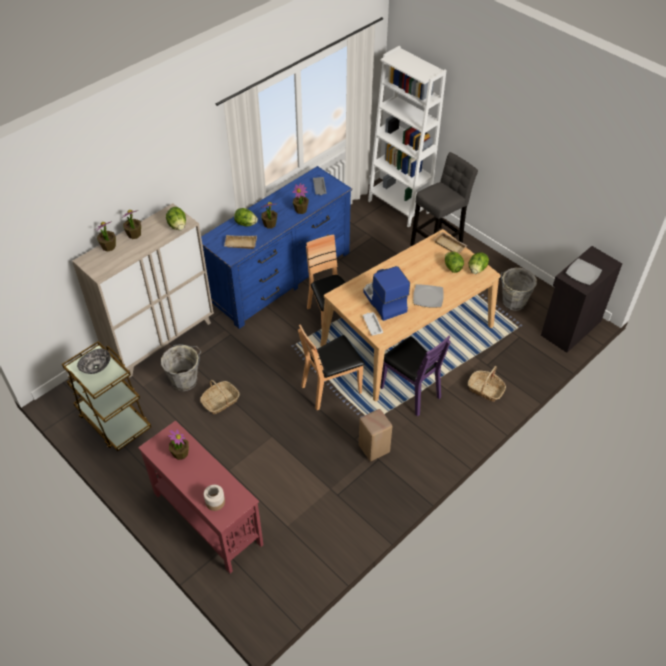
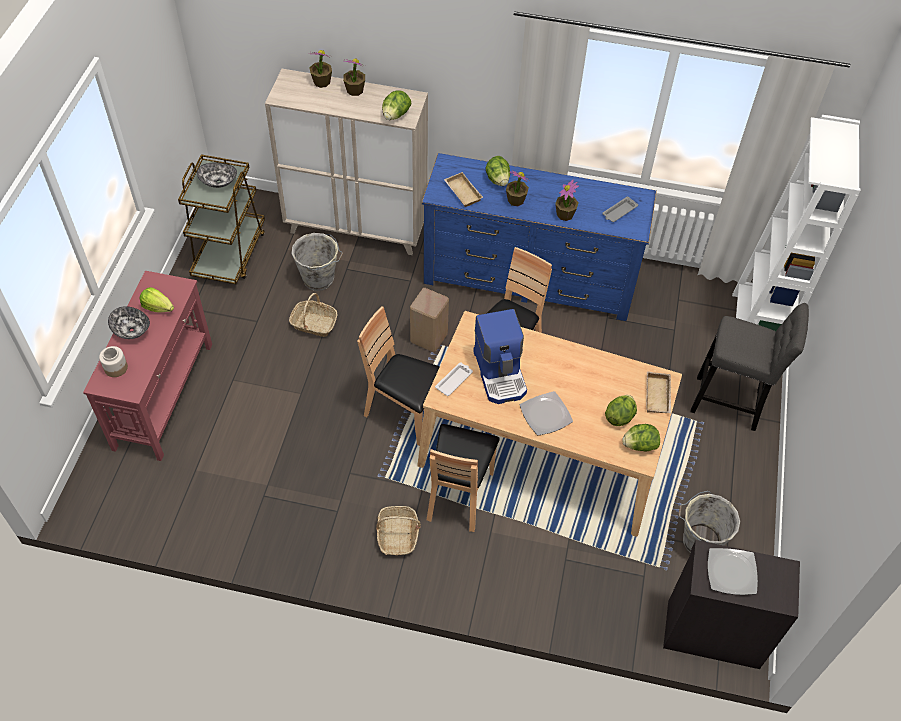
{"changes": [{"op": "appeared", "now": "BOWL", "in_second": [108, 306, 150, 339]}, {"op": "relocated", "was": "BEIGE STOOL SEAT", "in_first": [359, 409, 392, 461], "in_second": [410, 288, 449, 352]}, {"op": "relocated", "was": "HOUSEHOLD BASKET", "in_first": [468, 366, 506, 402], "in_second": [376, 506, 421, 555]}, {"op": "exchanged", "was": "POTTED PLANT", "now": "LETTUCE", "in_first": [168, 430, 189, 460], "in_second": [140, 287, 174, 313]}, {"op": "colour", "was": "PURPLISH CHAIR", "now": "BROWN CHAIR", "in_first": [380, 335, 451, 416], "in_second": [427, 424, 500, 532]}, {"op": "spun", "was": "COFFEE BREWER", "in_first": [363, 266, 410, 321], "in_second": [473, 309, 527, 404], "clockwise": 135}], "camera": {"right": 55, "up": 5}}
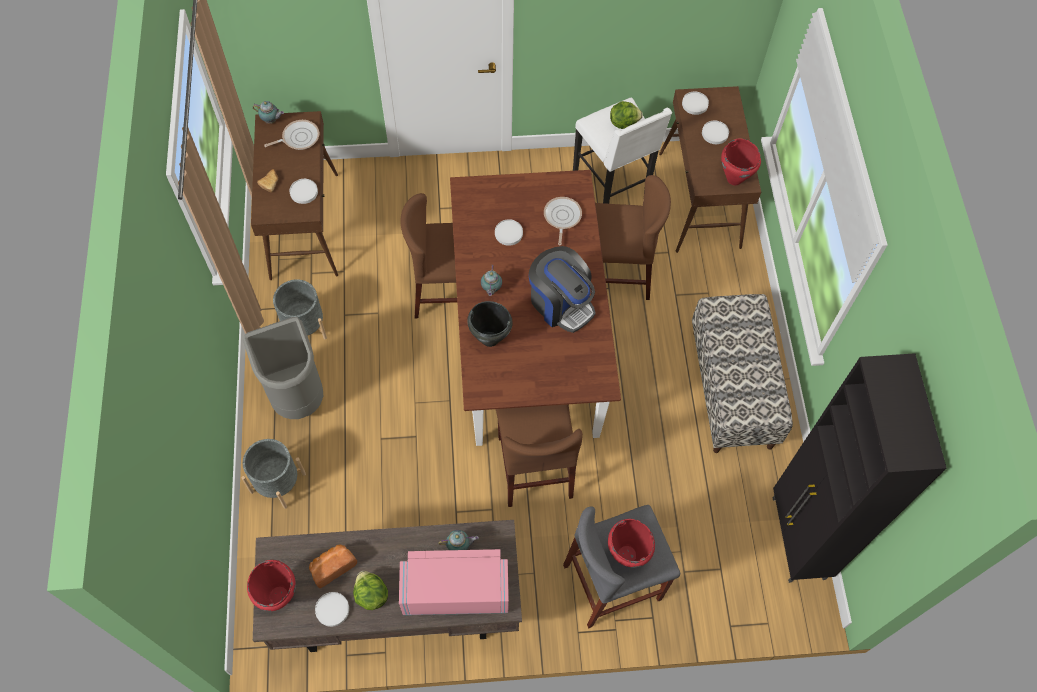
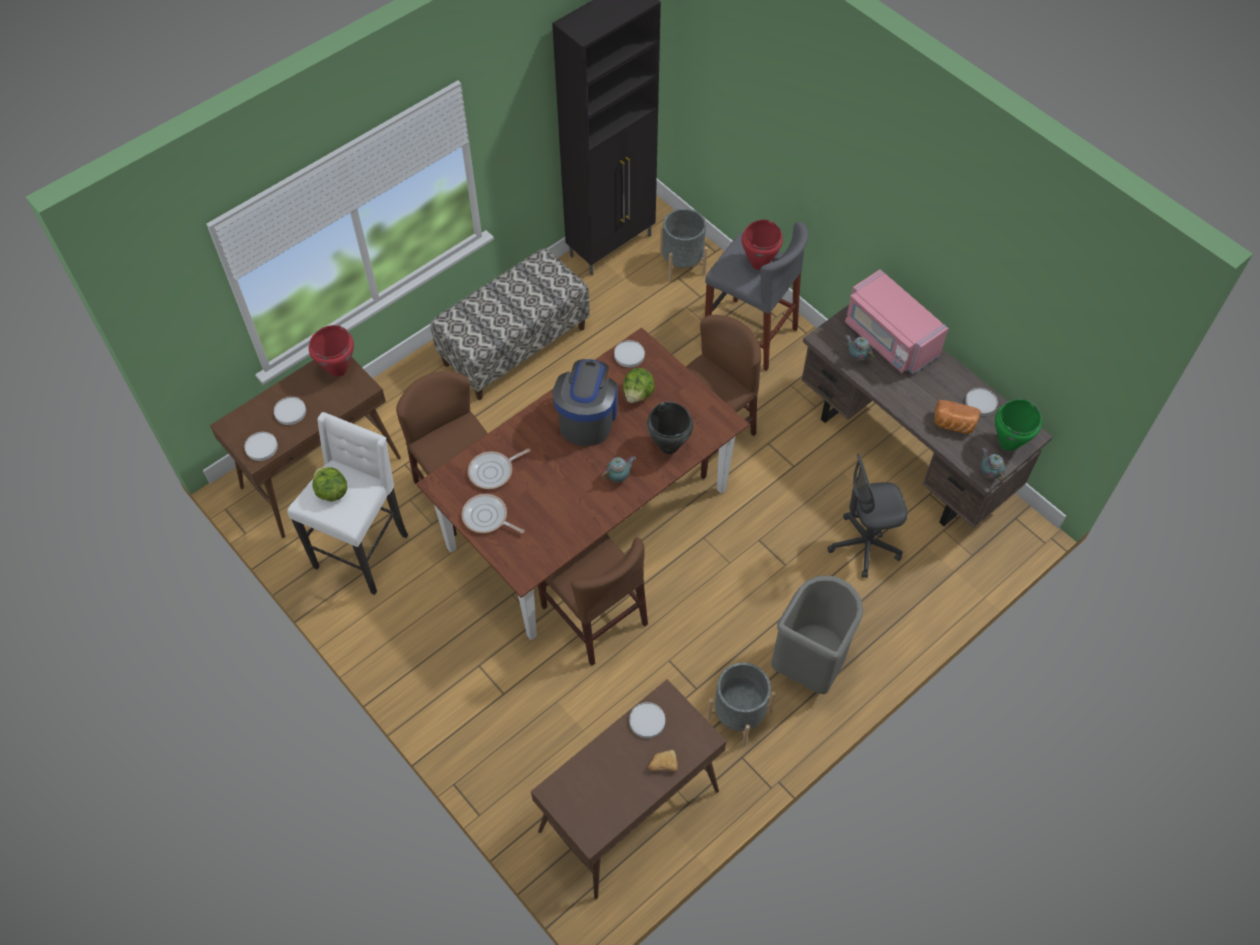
{"changes": [{"op": "appeared", "now": "GREYISH OFFICE CHAIR", "in_second": [827, 453, 908, 578]}, {"op": "relocated", "was": "GREYISH PLANTER", "in_first": [241, 439, 306, 509], "in_second": [660, 208, 708, 281]}, {"op": "relocated", "was": "POT FOR TEA", "in_first": [253, 101, 284, 124], "in_second": [980, 448, 1005, 481]}, {"op": "relocated", "was": "PAN", "in_first": [264, 120, 319, 150], "in_second": [462, 494, 524, 533]}, {"op": "relocated", "was": "LETTUCE", "in_first": [353, 571, 388, 610], "in_second": [623, 368, 655, 403]}, {"op": "relocated", "was": "WHITE-COLOURED DINNER PLATE", "in_first": [495, 219, 523, 246], "in_second": [614, 340, 645, 368]}, {"op": "colour", "was": "RED SAUCEPOT", "now": "GREEN SAUCEPOT", "in_first": [247, 560, 296, 611], "in_second": [995, 399, 1042, 451]}], "camera": {"right": -125, "up": -5}}
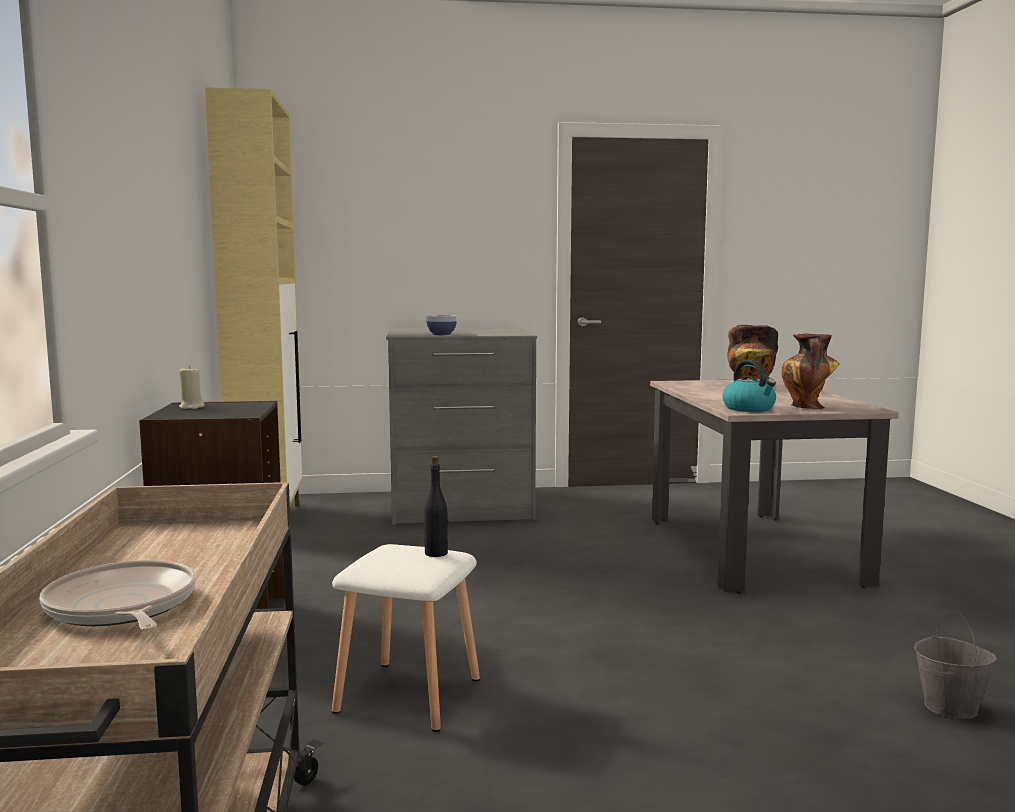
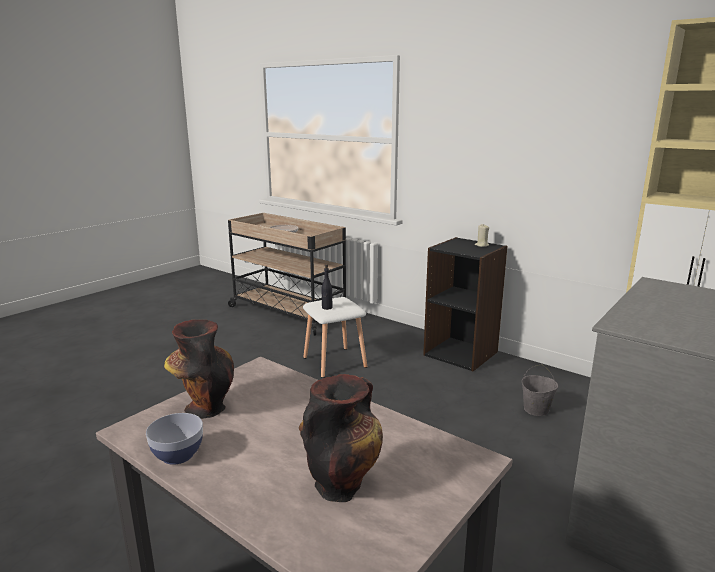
{"changes": [{"op": "missing", "was": "WATER KETTLE", "in_first": [722, 359, 776, 412]}, {"op": "relocated", "was": "BOWL", "in_first": [426, 315, 457, 335], "in_second": [146, 413, 203, 465]}, {"op": "relocated", "was": "GREYISH PAIL", "in_first": [914, 611, 997, 719], "in_second": [522, 364, 558, 416]}], "camera": {"right": 135, "up": 10}}
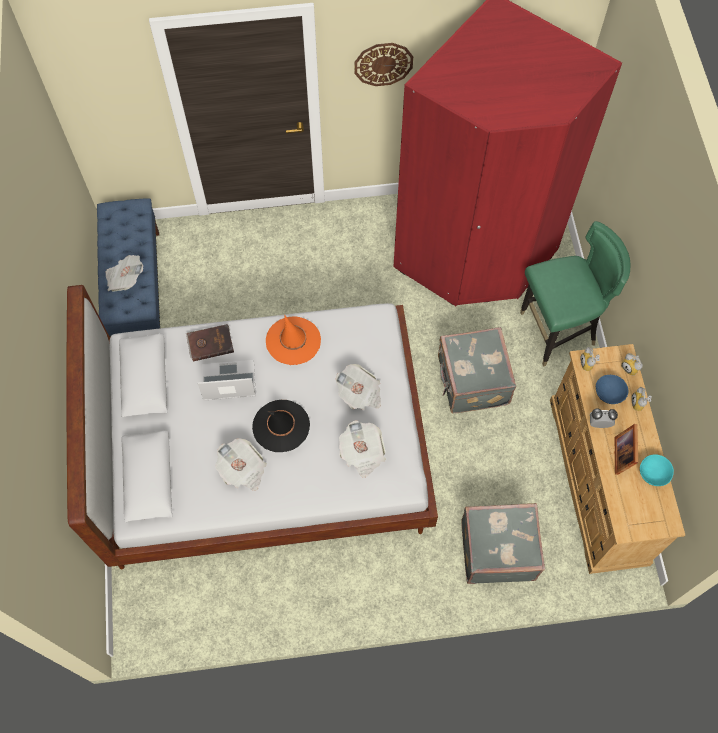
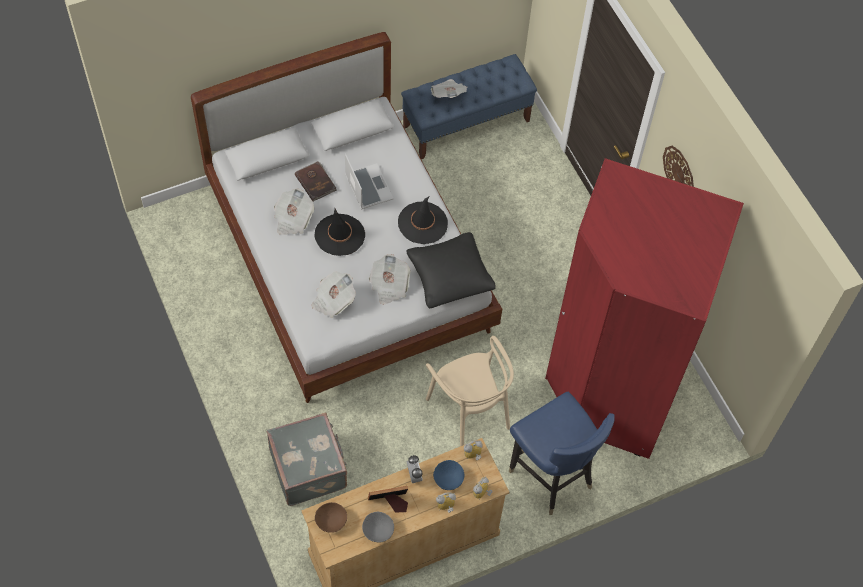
{"changes": [{"op": "appeared", "now": "BROWN BOWL", "in_second": [315, 502, 347, 533]}, {"op": "appeared", "now": "BLACKISH PILLOW", "in_second": [406, 232, 496, 308]}, {"op": "relocated", "was": "BROWN VOLUME", "in_first": [186, 324, 234, 361], "in_second": [295, 161, 336, 201]}, {"op": "exchanged", "was": "GREYISH SUITCASE", "now": "BEIGE CHAIR", "in_first": [438, 327, 516, 413], "in_second": [426, 336, 514, 446]}, {"op": "colour", "was": "ORANGE WEARABLE HAT", "now": "BLACKISH WEARABLE HAT", "in_first": [266, 315, 321, 365], "in_second": [398, 197, 448, 244]}, {"op": "colour", "was": "GREEN CHAIR", "now": "BLUE-COLOURED CHAIR", "in_first": [520, 221, 630, 367], "in_second": [509, 391, 615, 515]}, {"op": "colour", "was": "TURQUOISE BOWL", "now": "GREYISH BOWL", "in_first": [640, 454, 674, 486], "in_second": [362, 512, 394, 543]}], "camera": {"right": 70, "up": -5}}
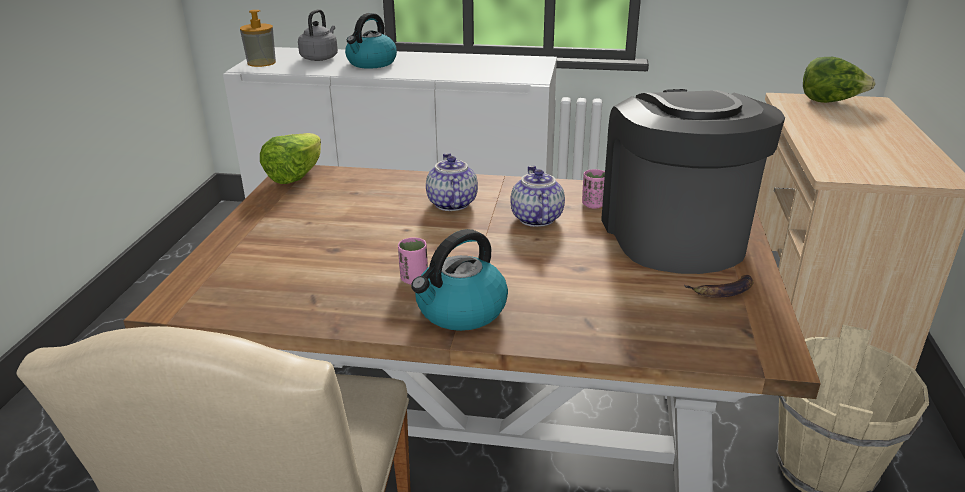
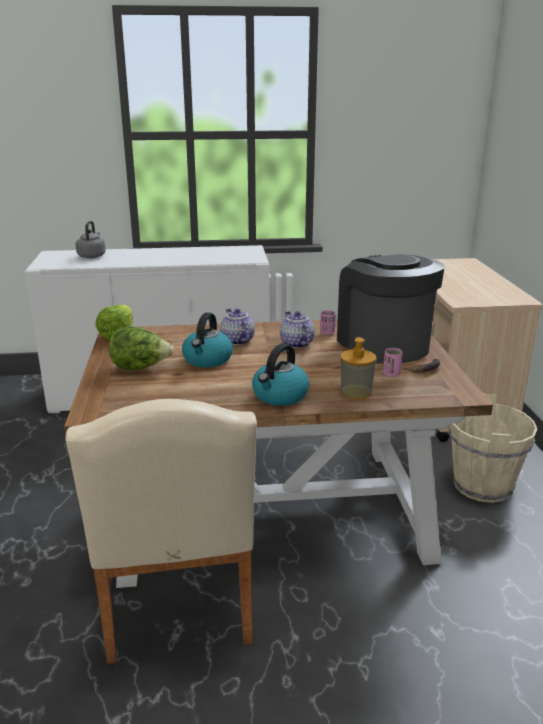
{"changes": [{"op": "relocated", "was": "LIQUID SOAP BOTTLE", "in_first": [240, 10, 276, 67], "in_second": [340, 337, 377, 399]}, {"op": "relocated", "was": "WATER KETTLE", "in_first": [345, 13, 397, 69], "in_second": [182, 312, 233, 368]}, {"op": "relocated", "was": "PINKISH DRINKING CUP", "in_first": [398, 237, 428, 285], "in_second": [383, 348, 403, 377]}, {"op": "relocated", "was": "LETTUCE", "in_first": [803, 57, 875, 103], "in_second": [109, 327, 174, 371]}], "camera": {"right": -15, "up": -5}}
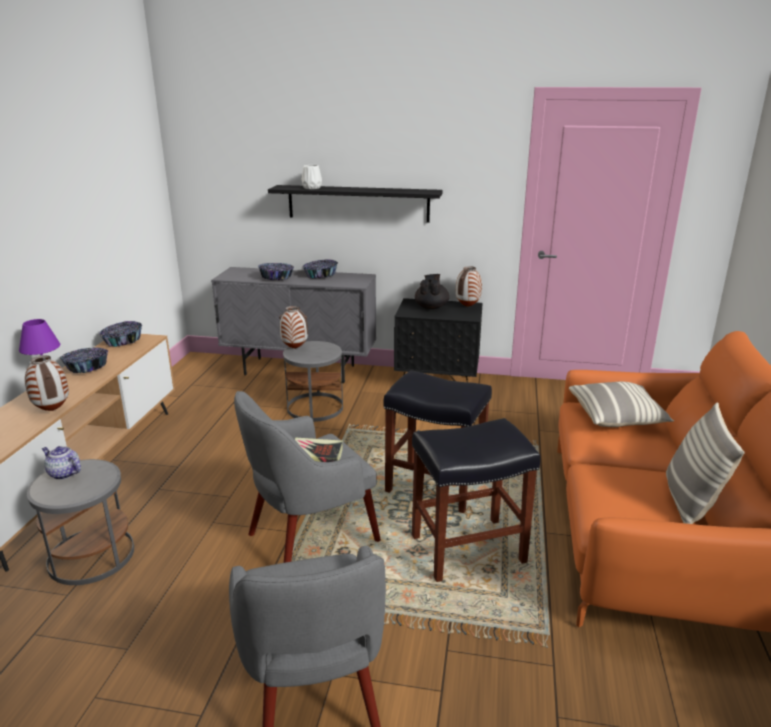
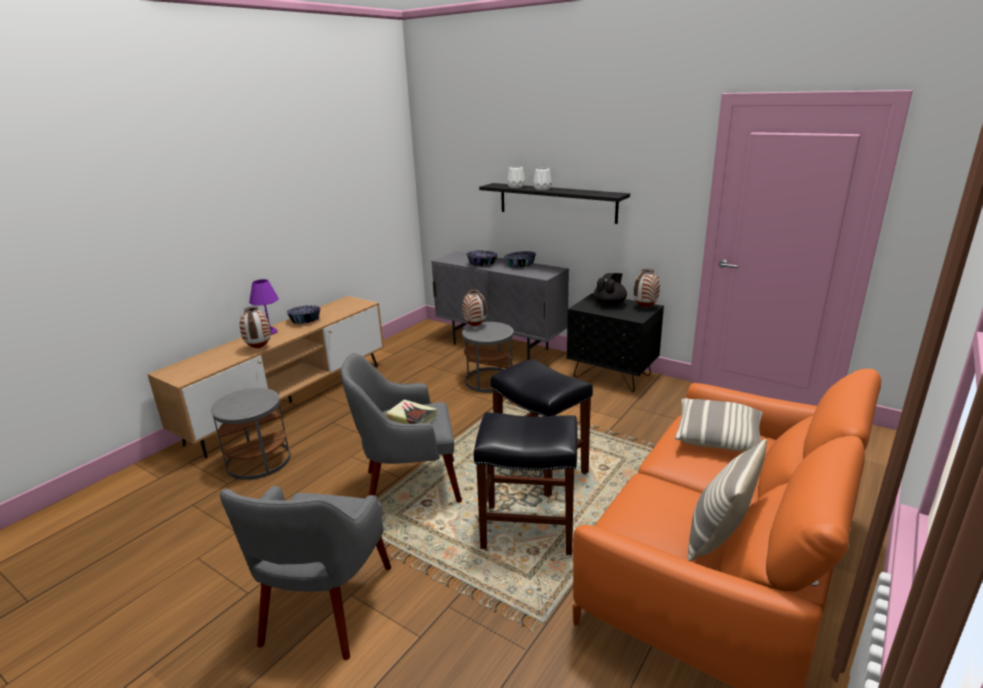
{"changes": [{"op": "missing", "was": "POT FOR TEA", "in_first": [42, 446, 81, 480]}, {"op": "missing", "was": "BOWL", "in_first": [99, 321, 142, 347]}, {"op": "appeared", "now": "WHITE-COLOURED FLOWER VASE", "in_second": [533, 168, 552, 190]}], "camera": {"right": 25, "up": 0}}
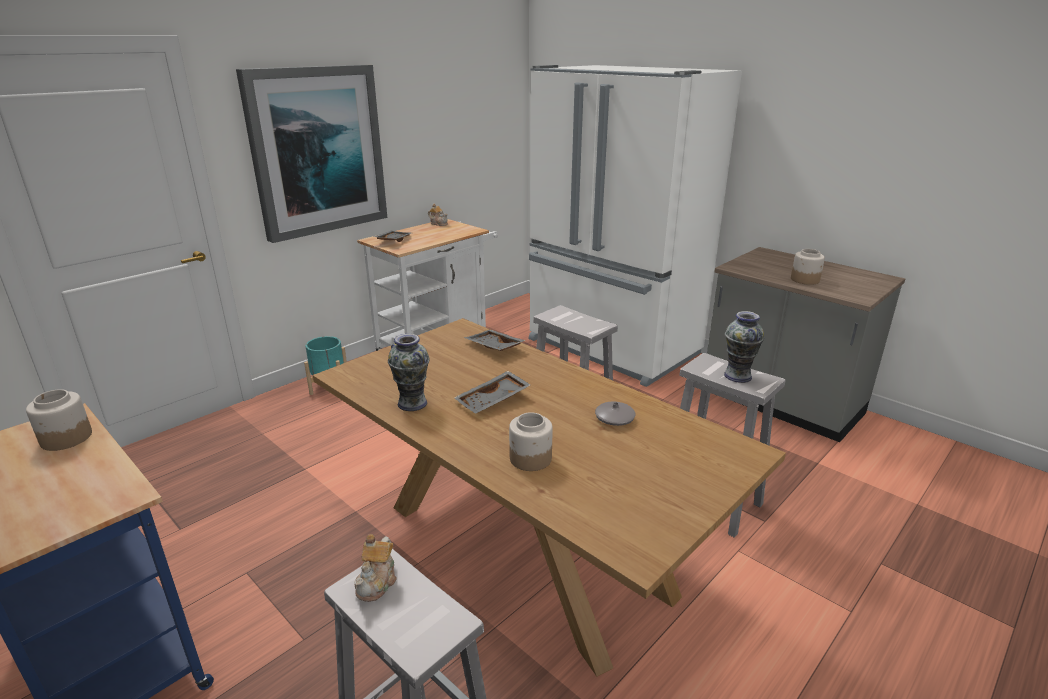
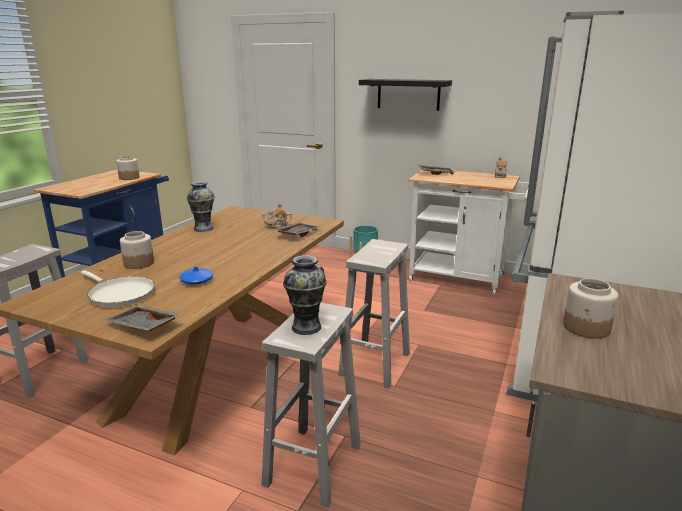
{"changes": [{"op": "appeared", "now": "WHITE-COLOURED PAN", "in_second": [81, 270, 155, 307]}, {"op": "relocated", "was": "POT FOR TEA", "in_first": [354, 534, 397, 602], "in_second": [262, 203, 292, 228]}, {"op": "relocated", "was": "GREYISH CARRYING TRAY", "in_first": [454, 371, 530, 414], "in_second": [104, 305, 181, 331]}, {"op": "exchanged", "was": "WALL ART", "now": "BLACKISH SHELF", "in_first": [236, 65, 387, 243], "in_second": [359, 79, 452, 111]}, {"op": "colour", "was": "GREYISH FLOWER VASE", "now": "BLUE-COLOURED FLOWER VASE", "in_first": [595, 401, 636, 426], "in_second": [179, 267, 213, 285]}], "camera": {"right": 70, "up": -5}}
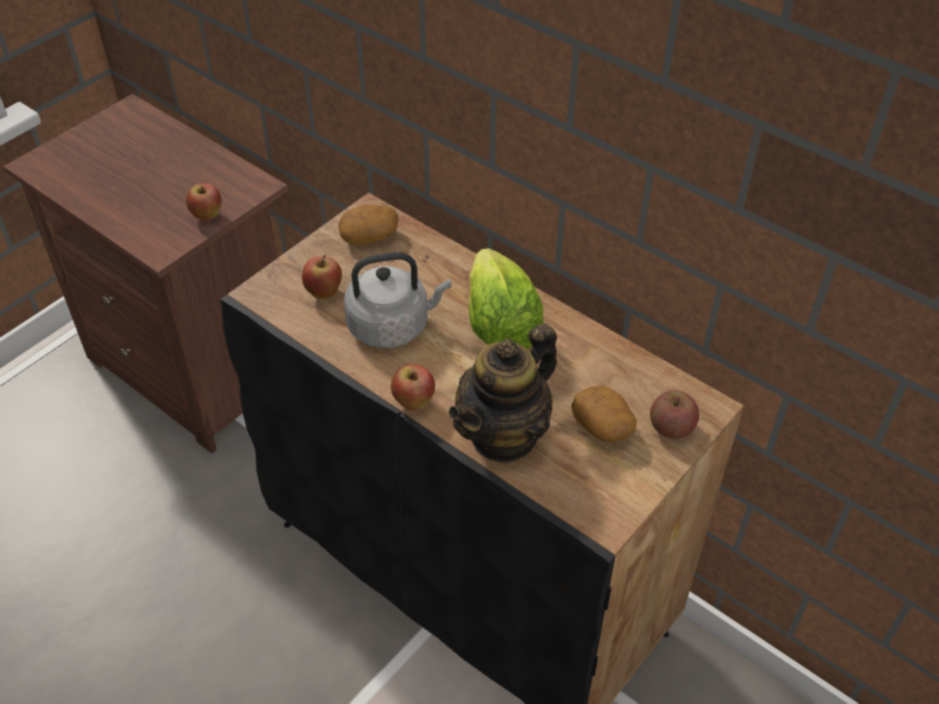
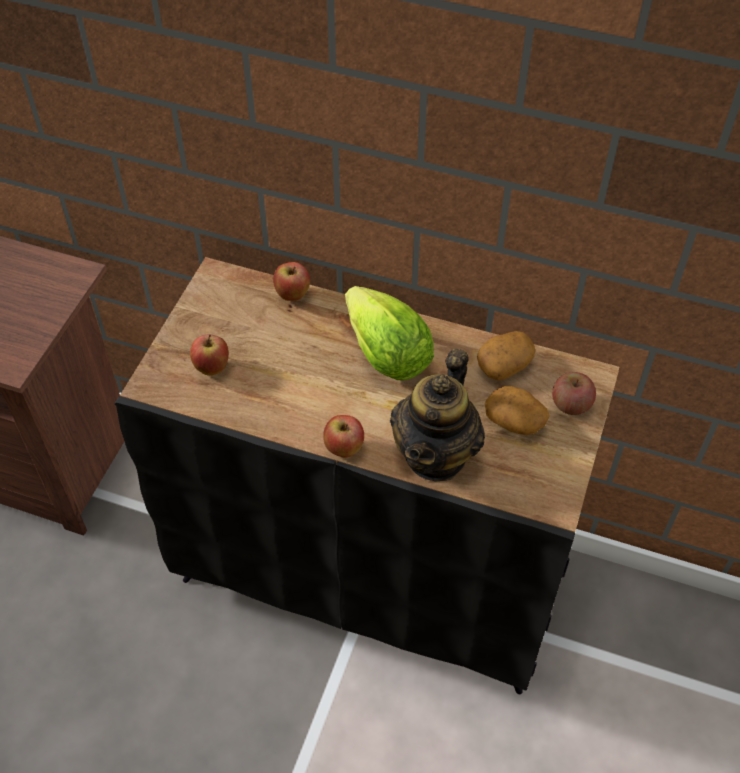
{"changes": [{"op": "missing", "was": "GREYISH WATER KETTLE", "in_first": [344, 252, 452, 348]}, {"op": "relocated", "was": "APPLE FRUIT", "in_first": [186, 183, 221, 220], "in_second": [273, 262, 310, 301]}, {"op": "relocated", "was": "WHOLE POTATO", "in_first": [339, 205, 399, 245], "in_second": [477, 331, 535, 380]}], "camera": {"right": -20, "up": 5}}
